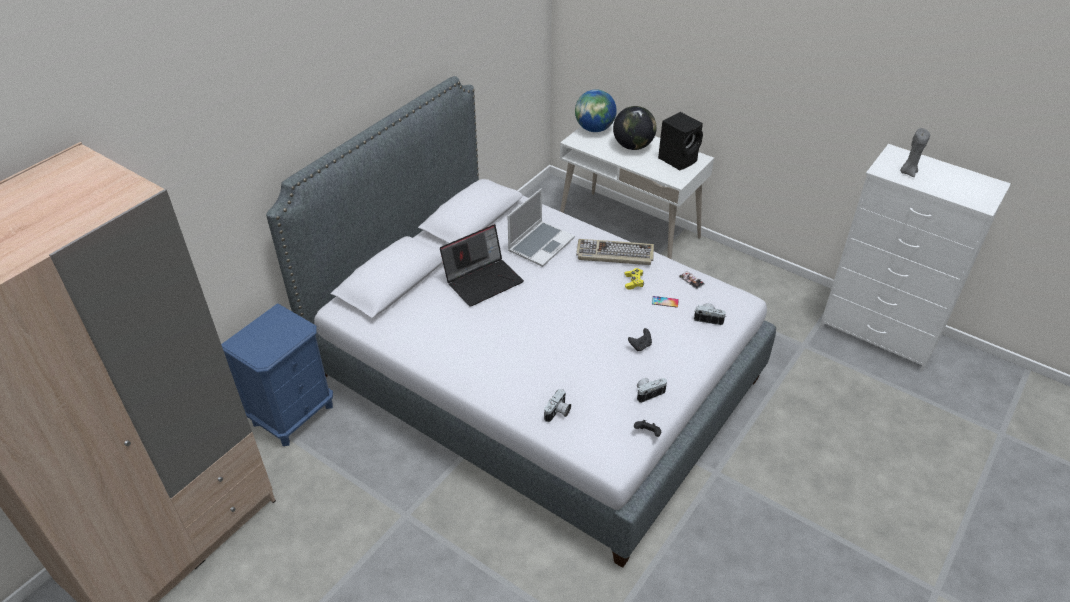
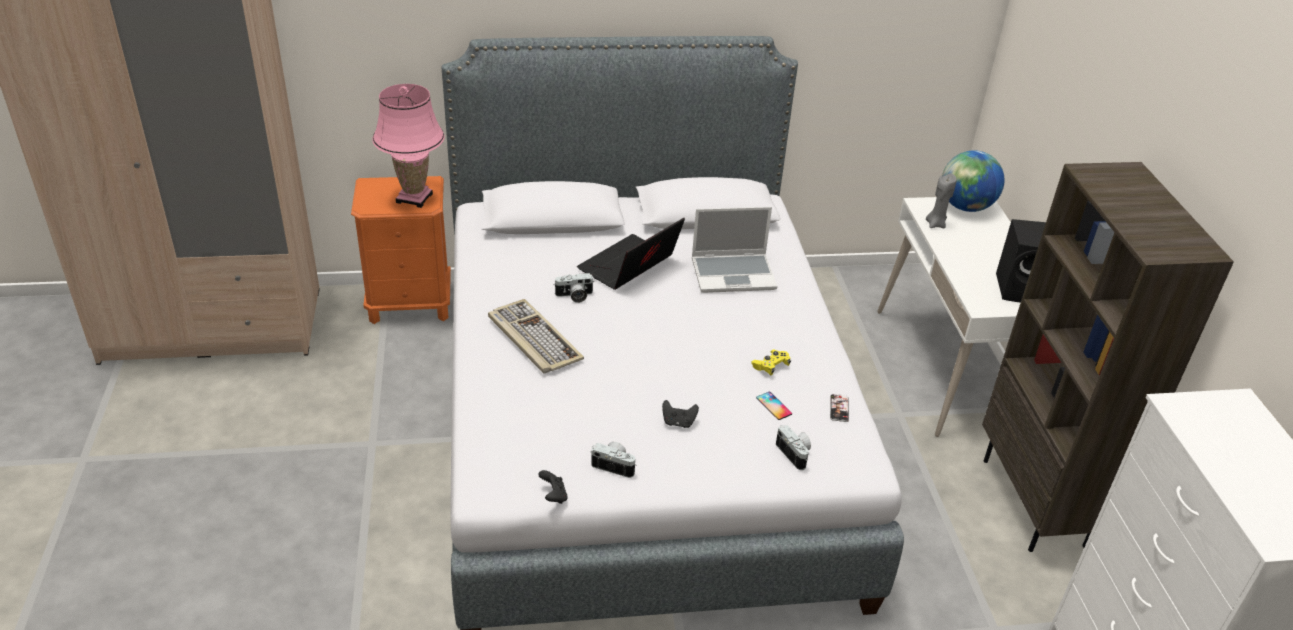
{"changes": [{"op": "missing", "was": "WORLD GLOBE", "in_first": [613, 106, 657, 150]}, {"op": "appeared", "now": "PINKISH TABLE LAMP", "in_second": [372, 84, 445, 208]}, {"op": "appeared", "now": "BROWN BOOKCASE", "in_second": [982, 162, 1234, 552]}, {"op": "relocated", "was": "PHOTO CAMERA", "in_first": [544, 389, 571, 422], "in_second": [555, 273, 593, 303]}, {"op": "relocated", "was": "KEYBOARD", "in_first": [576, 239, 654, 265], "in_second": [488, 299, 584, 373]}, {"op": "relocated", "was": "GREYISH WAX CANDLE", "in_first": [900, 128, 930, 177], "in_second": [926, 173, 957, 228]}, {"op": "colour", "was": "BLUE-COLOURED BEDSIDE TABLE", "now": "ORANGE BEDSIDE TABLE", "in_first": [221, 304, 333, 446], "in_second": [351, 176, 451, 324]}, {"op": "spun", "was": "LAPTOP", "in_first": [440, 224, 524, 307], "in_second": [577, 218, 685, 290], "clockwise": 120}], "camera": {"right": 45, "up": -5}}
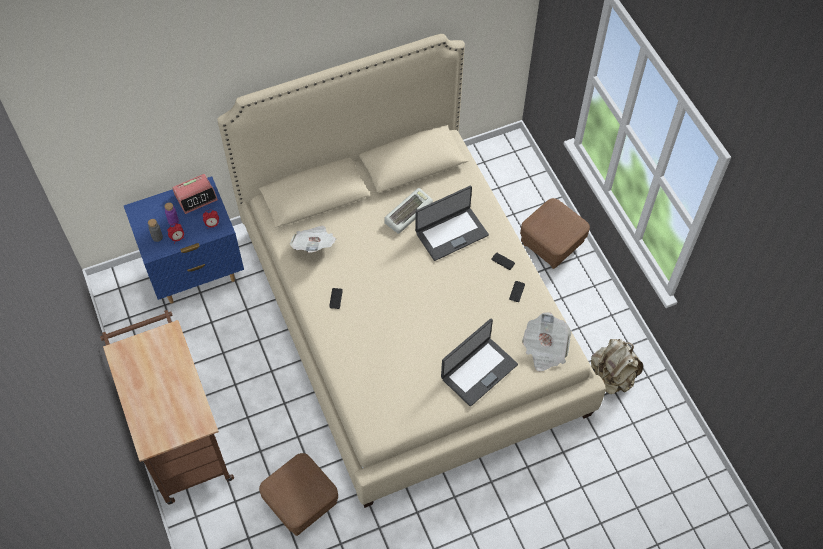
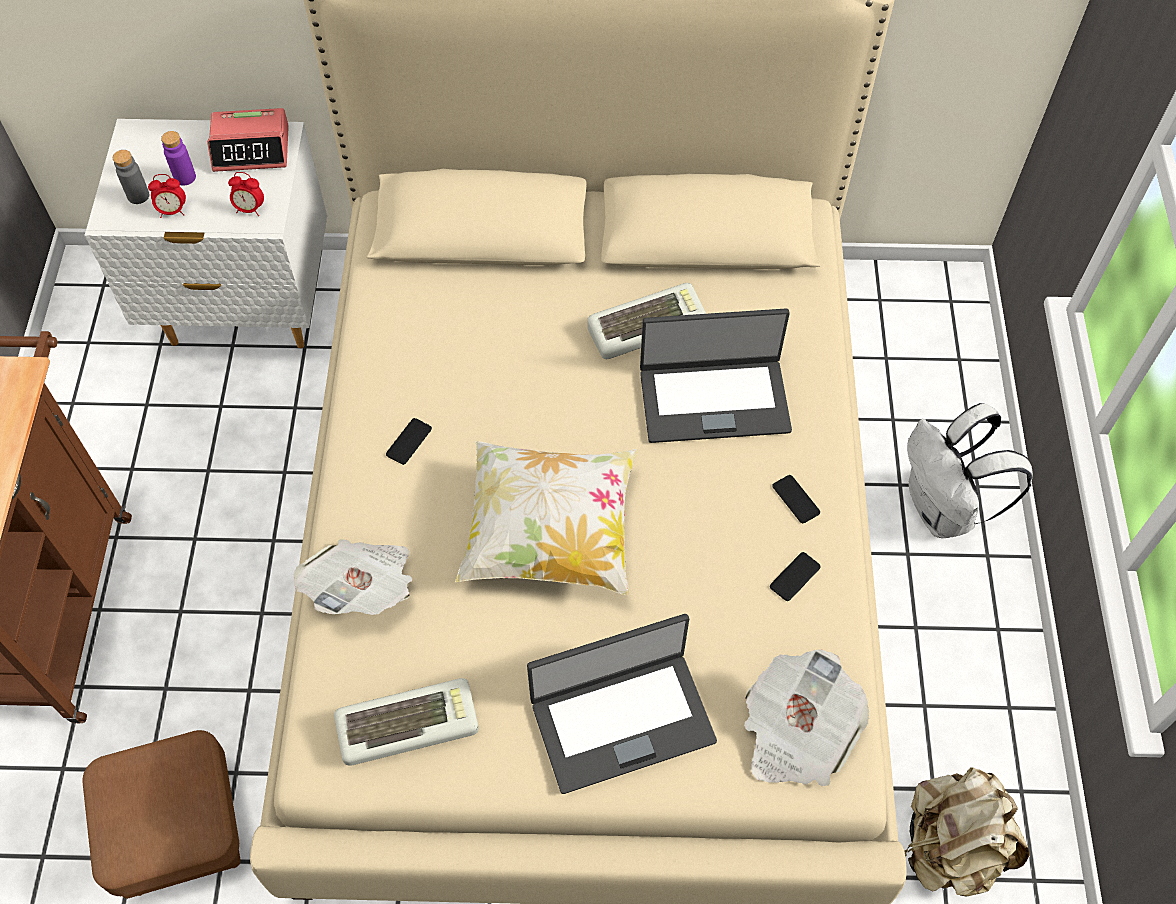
{"changes": [{"op": "appeared", "now": "KEYBOARD", "in_second": [334, 678, 479, 766]}, {"op": "appeared", "now": "PILLOW", "in_second": [455, 441, 638, 595]}, {"op": "relocated", "was": "PRINTED PAPER", "in_first": [290, 225, 337, 253], "in_second": [294, 539, 412, 615]}, {"op": "exchanged", "was": "BROWN OTTOMAN", "now": "WHITE-COLOURED RUCKSACK", "in_first": [520, 198, 590, 269], "in_second": [907, 403, 1033, 538]}, {"op": "colour", "was": "BLUE-COLOURED BEDSIDE TABLE", "now": "WHITE-COLOURED BEDSIDE TABLE", "in_first": [124, 176, 244, 303], "in_second": [84, 119, 327, 348]}], "camera": {"right": 25, "up": 0}}
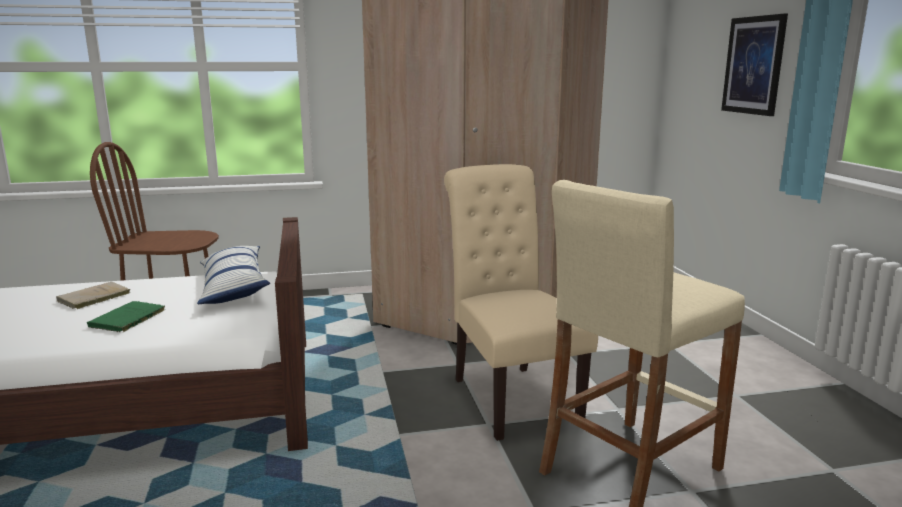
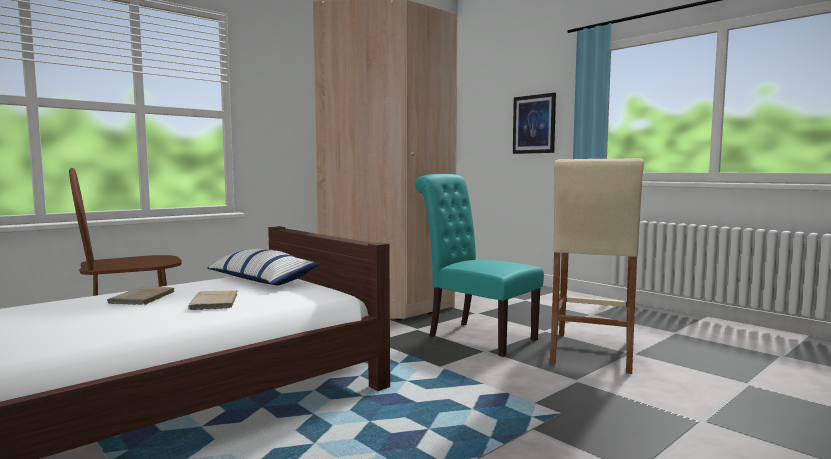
{"changes": [{"op": "colour", "was": "GREEN VOLUME", "now": "BEIGE VOLUME", "in_first": [87, 301, 165, 332], "in_second": [188, 290, 237, 310]}, {"op": "colour", "was": "BEIGE CHAIR", "now": "TURQUOISE CHAIR", "in_first": [444, 164, 598, 441], "in_second": [415, 174, 544, 357]}], "camera": {"right": -30, "up": -10}}
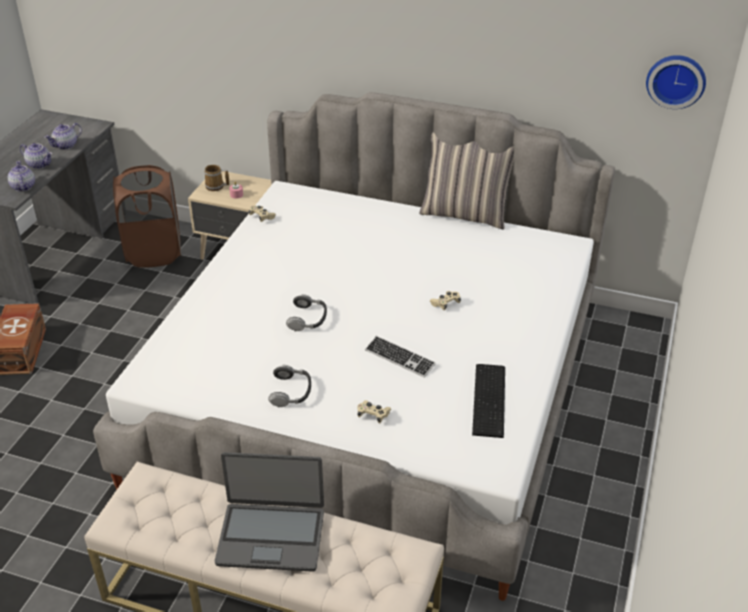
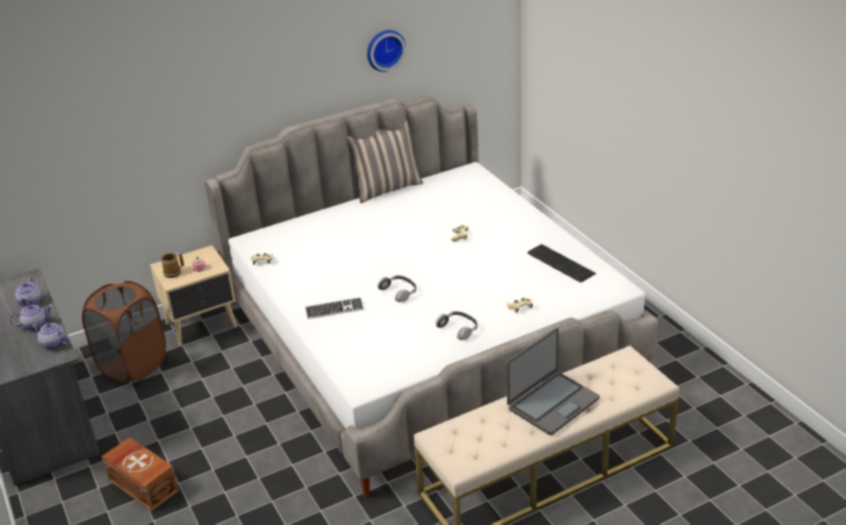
{"changes": [{"op": "relocated", "was": "KEYBOARD", "in_first": [365, 336, 436, 378], "in_second": [305, 297, 364, 319]}, {"op": "relocated", "was": "CLOCK ON THE WALL", "in_first": [646, 55, 706, 109], "in_second": [367, 30, 406, 72]}], "camera": {"right": -45, "up": -5}}
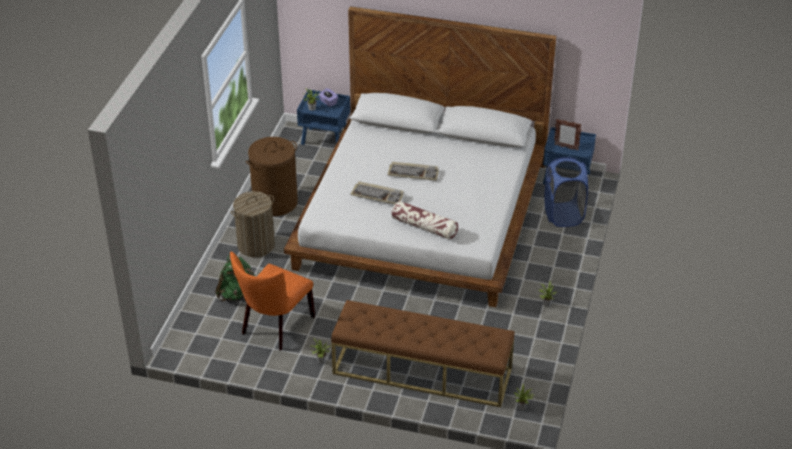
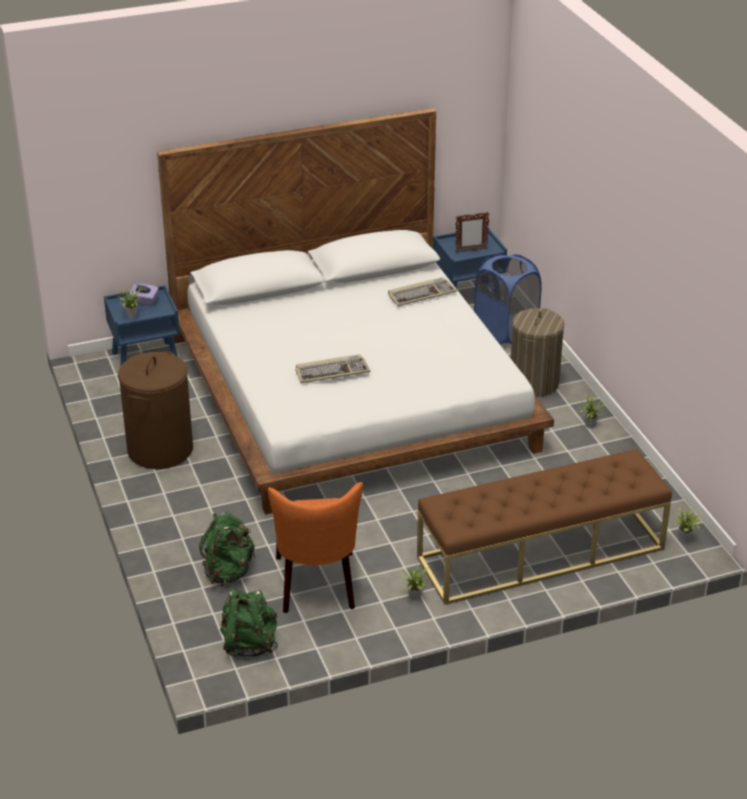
{"changes": [{"op": "missing", "was": "PILLOW", "in_first": [391, 201, 458, 240]}, {"op": "appeared", "now": "GREEN RUCKSACK", "in_second": [220, 589, 278, 657]}, {"op": "relocated", "was": "WASHING BASKET", "in_first": [231, 191, 275, 257], "in_second": [511, 308, 564, 397]}, {"op": "relocated", "was": "KEYBOARD", "in_first": [388, 162, 439, 181], "in_second": [388, 277, 457, 306]}], "camera": {"right": -35, "up": -5}}
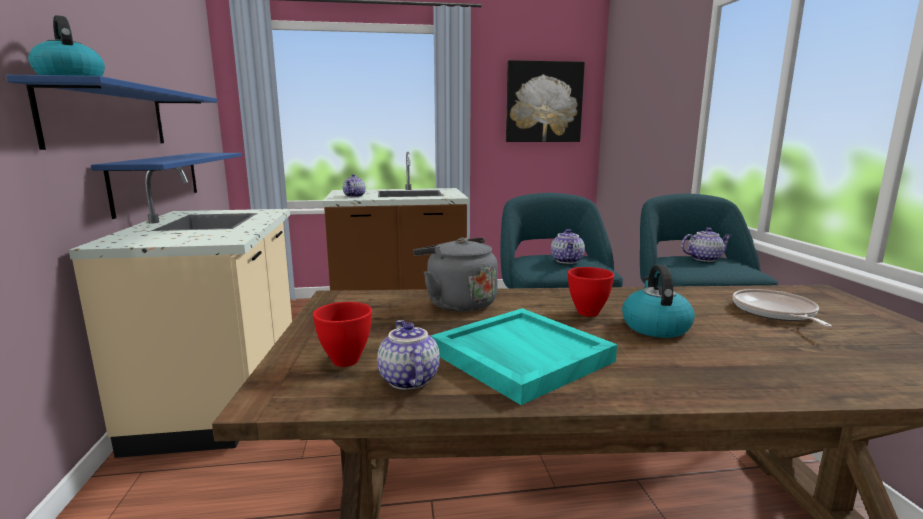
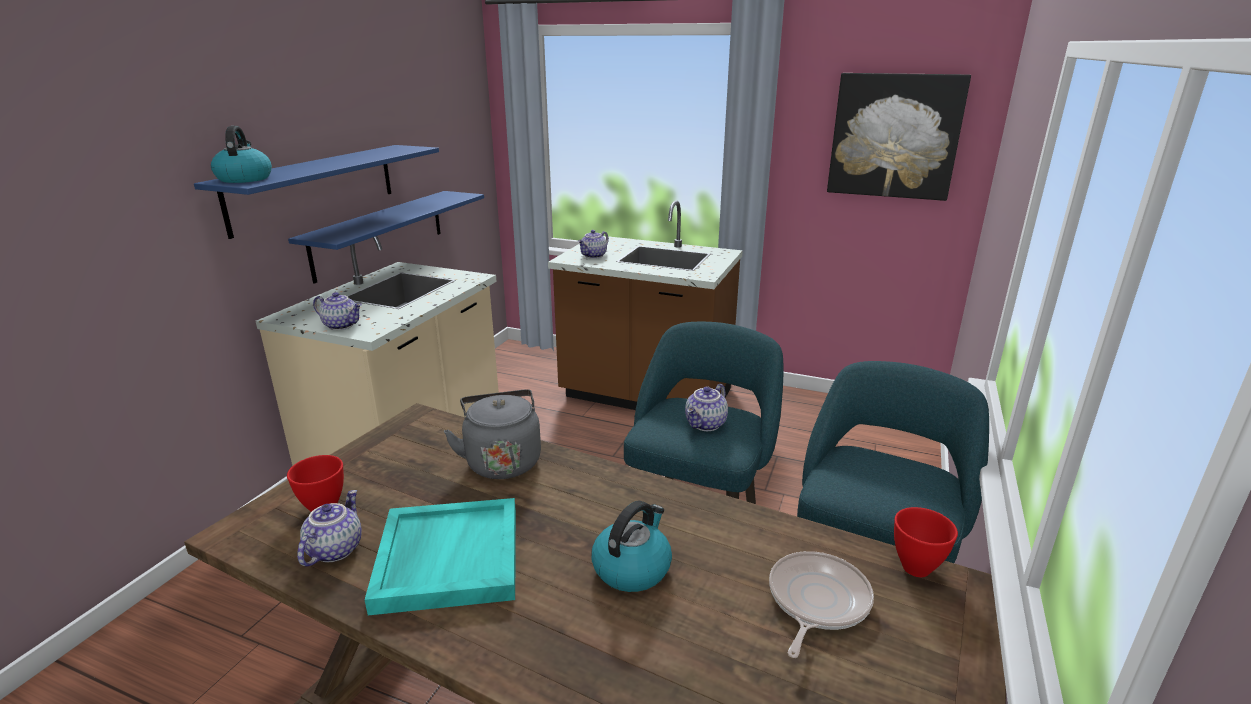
{"changes": [{"op": "relocated", "was": "RED BOWL", "in_first": [568, 267, 614, 317], "in_second": [894, 507, 958, 577]}, {"op": "relocated", "was": "POT FOR TEA", "in_first": [681, 227, 733, 262], "in_second": [313, 292, 362, 330]}], "camera": {"right": 30, "up": 10}}
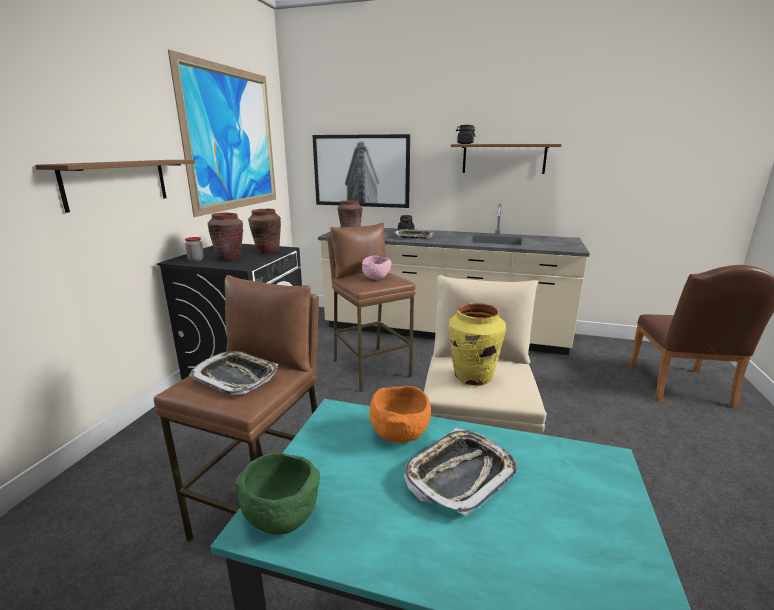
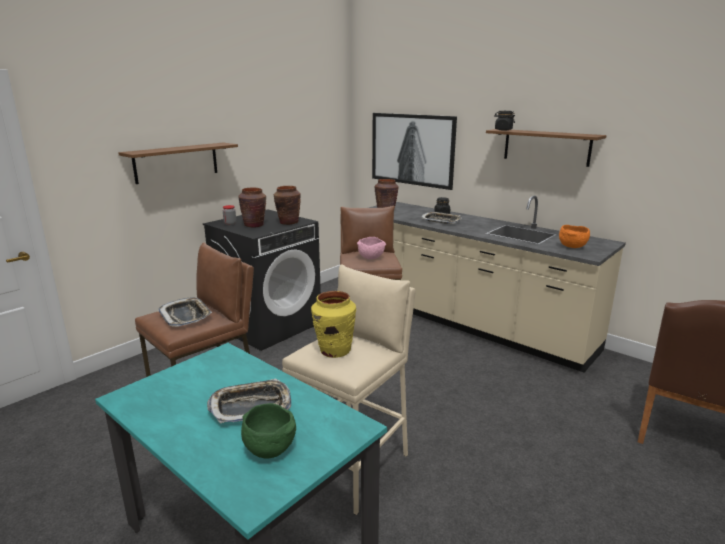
{"changes": [{"op": "missing", "was": "WALL ART", "in_first": [168, 49, 276, 217]}, {"op": "relocated", "was": "GREEN BOWL", "in_first": [235, 452, 320, 535], "in_second": [241, 403, 296, 459]}, {"op": "relocated", "was": "ORANGE BOWL", "in_first": [369, 386, 431, 443], "in_second": [559, 225, 590, 248]}], "camera": {"right": 25, "up": 0}}
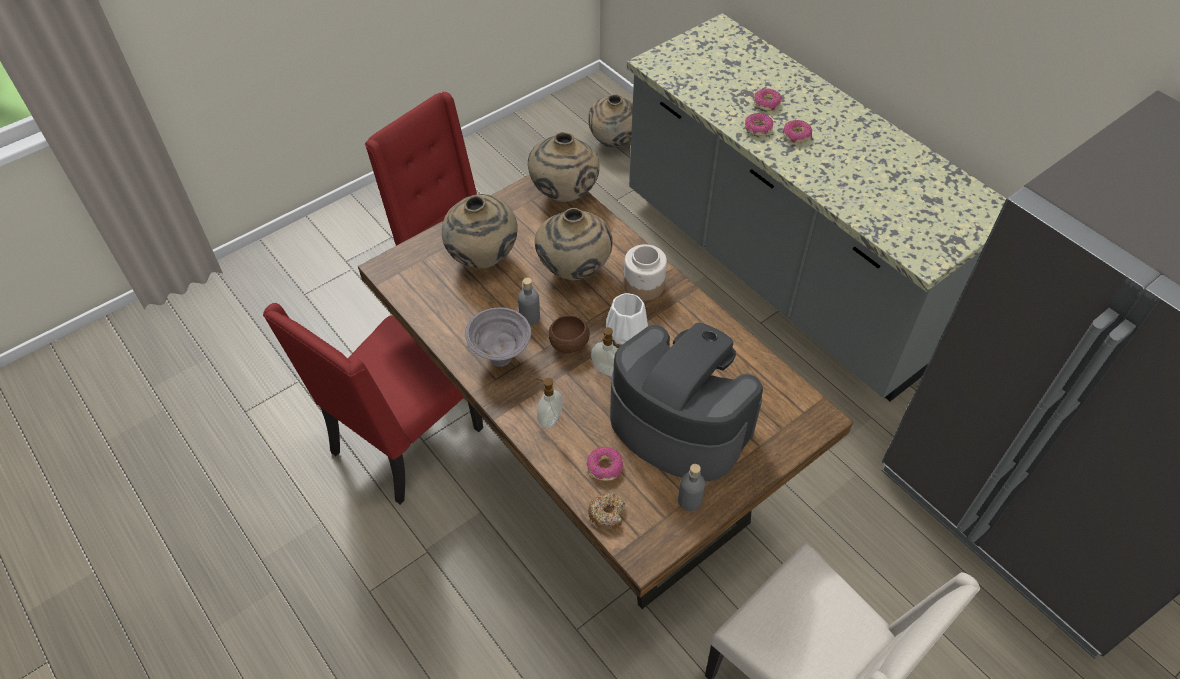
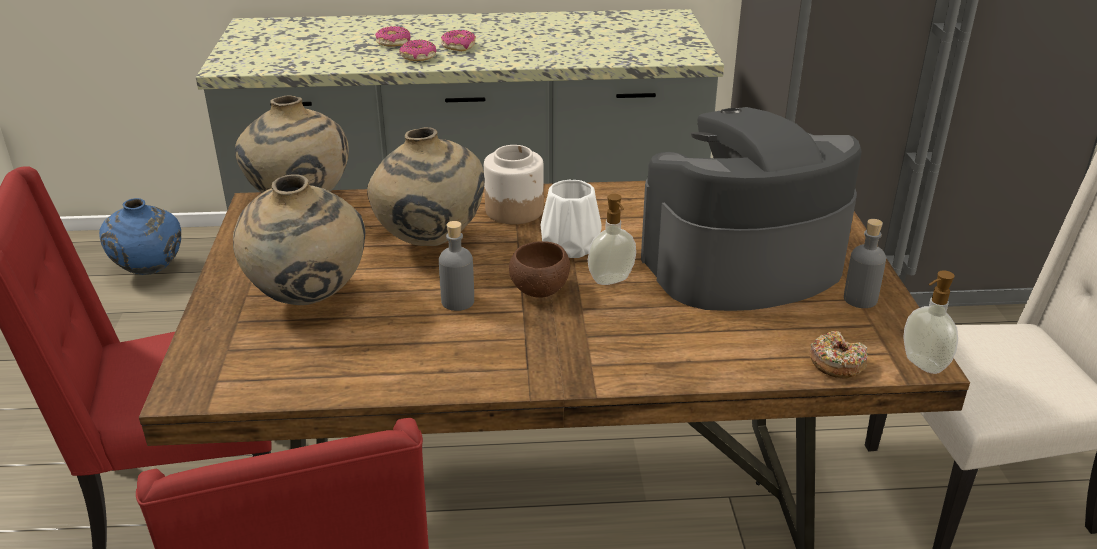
{"changes": [{"op": "missing", "was": "GREYISH BOWL", "in_first": [465, 308, 531, 367]}, {"op": "missing", "was": "DONUT", "in_first": [587, 447, 623, 481]}, {"op": "relocated", "was": "LIQUID SOAP BOTTLE", "in_first": [537, 378, 563, 429], "in_second": [903, 270, 958, 374]}, {"op": "colour", "was": "BEIGE FLOWER VASE", "now": "BLUE-COLOURED FLOWER VASE", "in_first": [588, 94, 633, 147], "in_second": [99, 198, 181, 275]}], "camera": {"right": -55, "up": -20}}
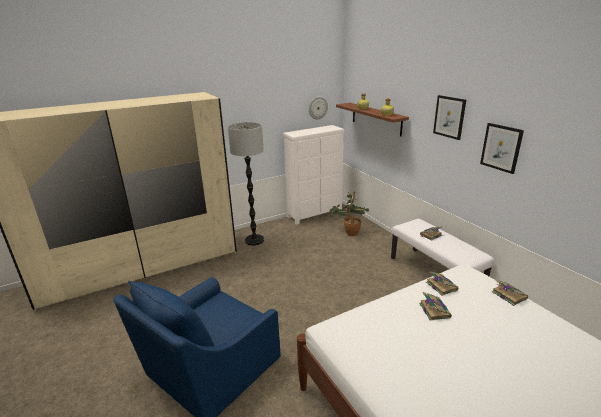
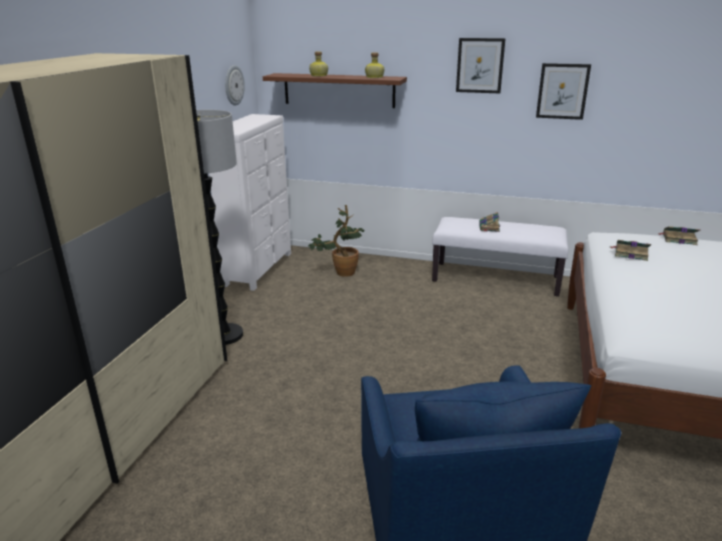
{"changes": [{"op": "missing", "was": "VOLUME", "in_first": [419, 292, 452, 321]}], "camera": {"right": -45, "up": 0}}
